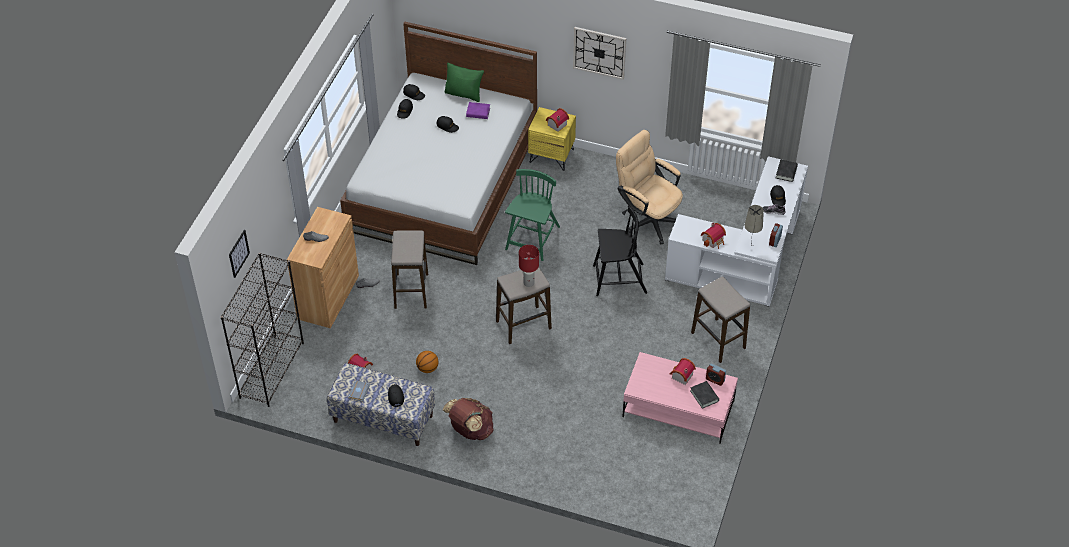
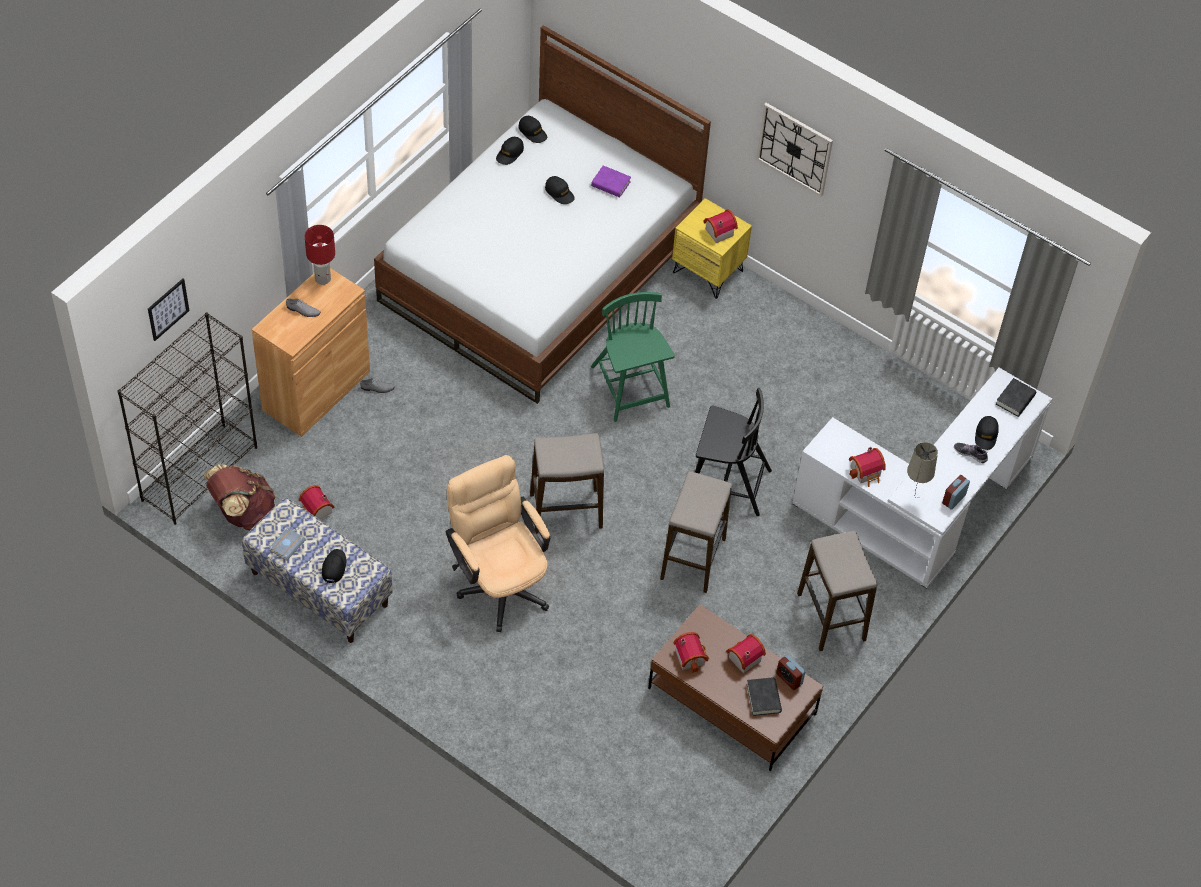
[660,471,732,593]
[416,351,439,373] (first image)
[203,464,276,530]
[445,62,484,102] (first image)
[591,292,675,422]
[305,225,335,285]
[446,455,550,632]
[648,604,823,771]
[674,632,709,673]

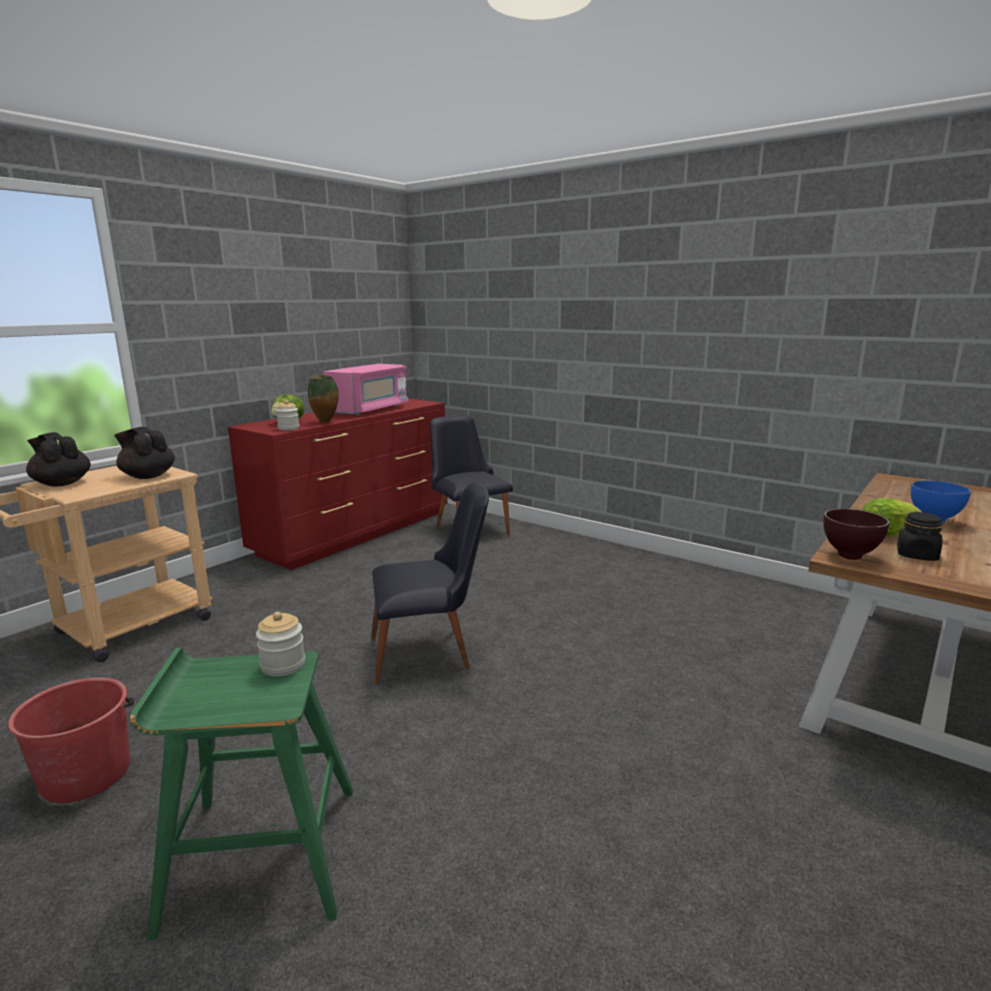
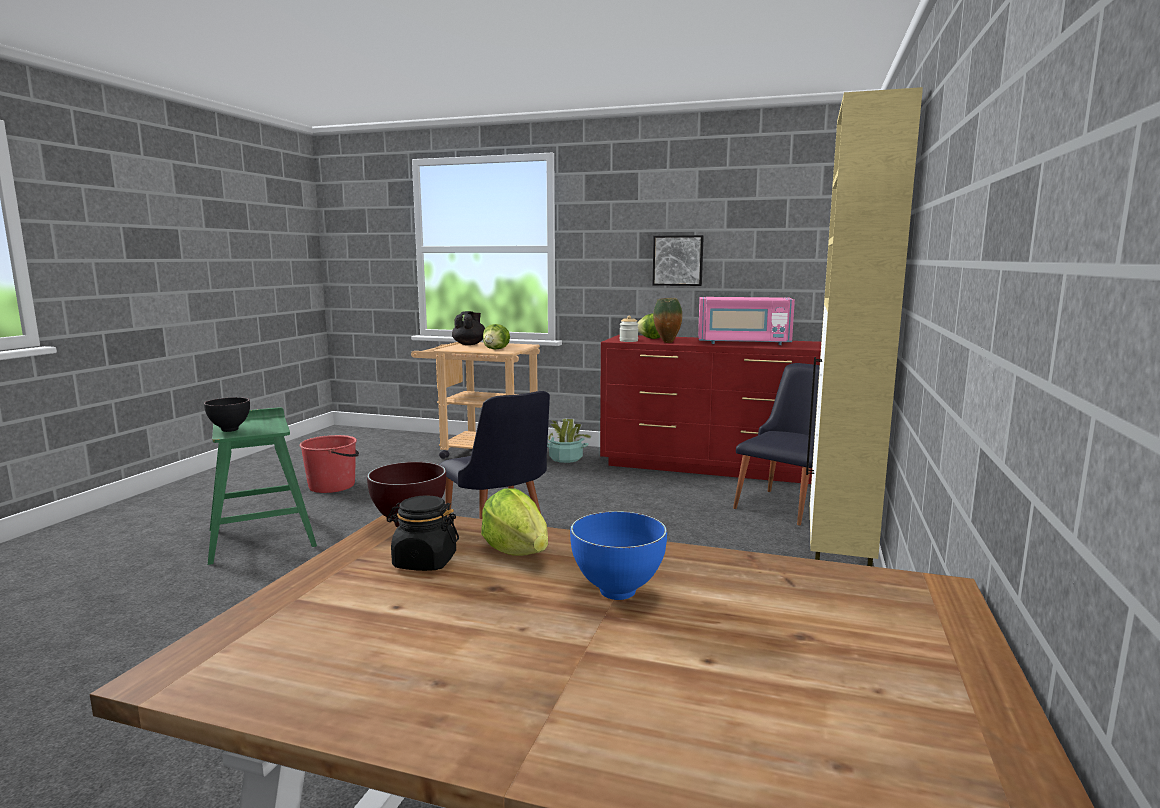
[483,324,510,349]
[256,612,305,677] (first image)
[204,397,250,432]
[547,418,592,463]
[653,235,704,286]
[806,87,923,566]

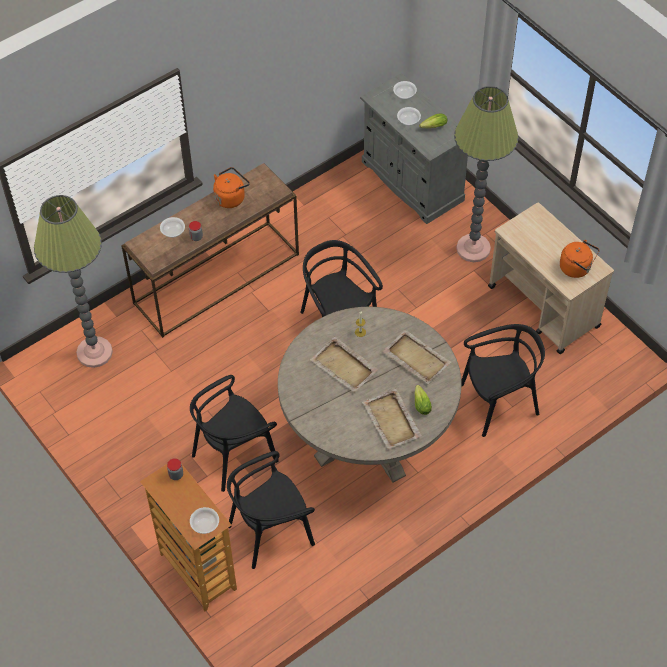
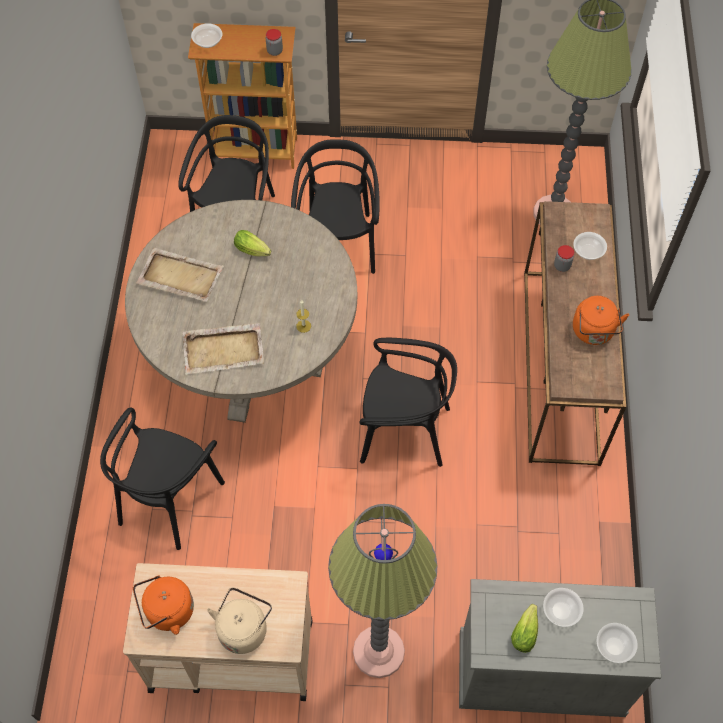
[310,337,379,392] (first image)
[234,230,271,256]
[207,588,272,654]

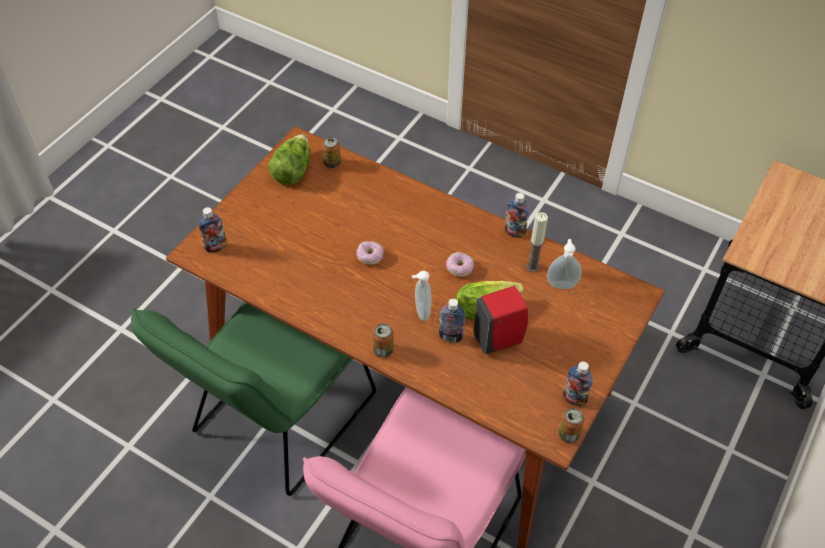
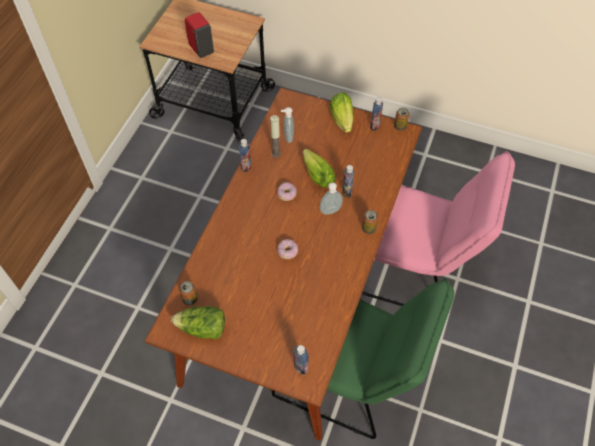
[185,12,214,58]
[330,92,353,133]

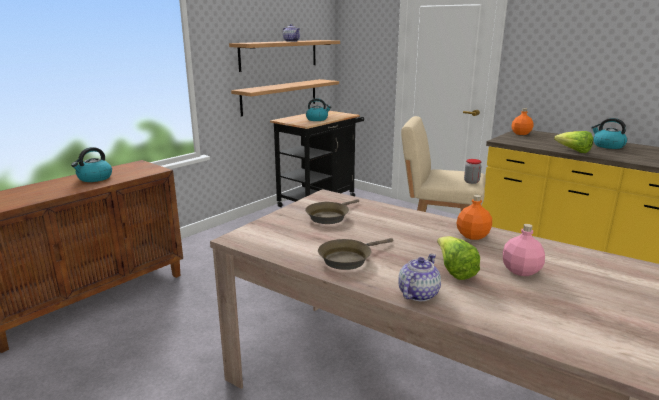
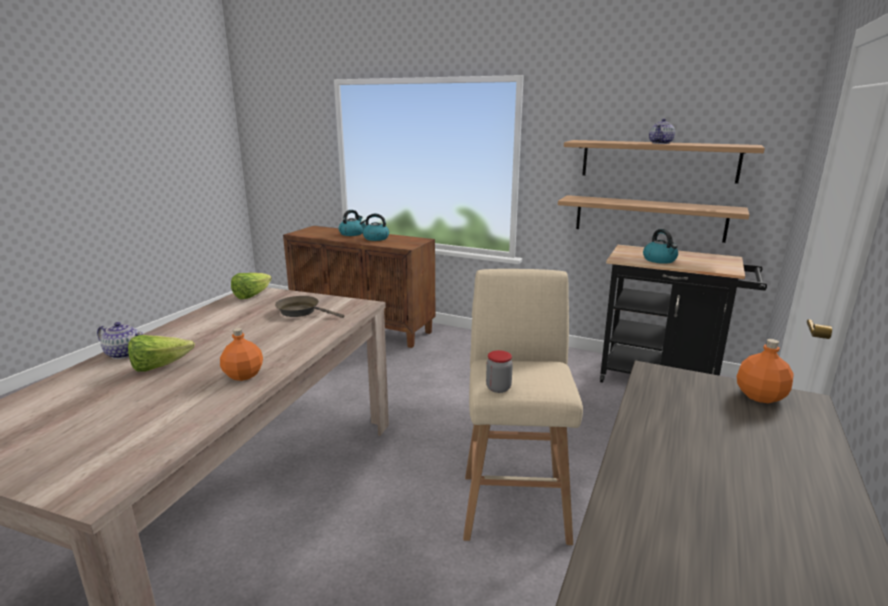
[318,238,393,270] (first image)
[503,224,545,276] (first image)
[231,273,272,299]
[339,210,364,236]

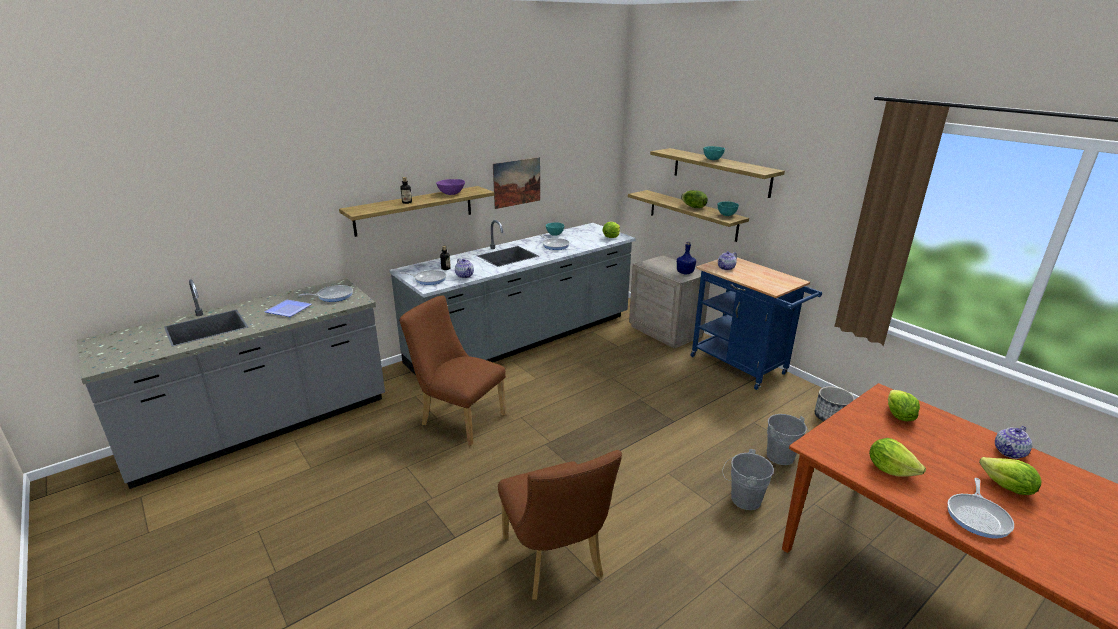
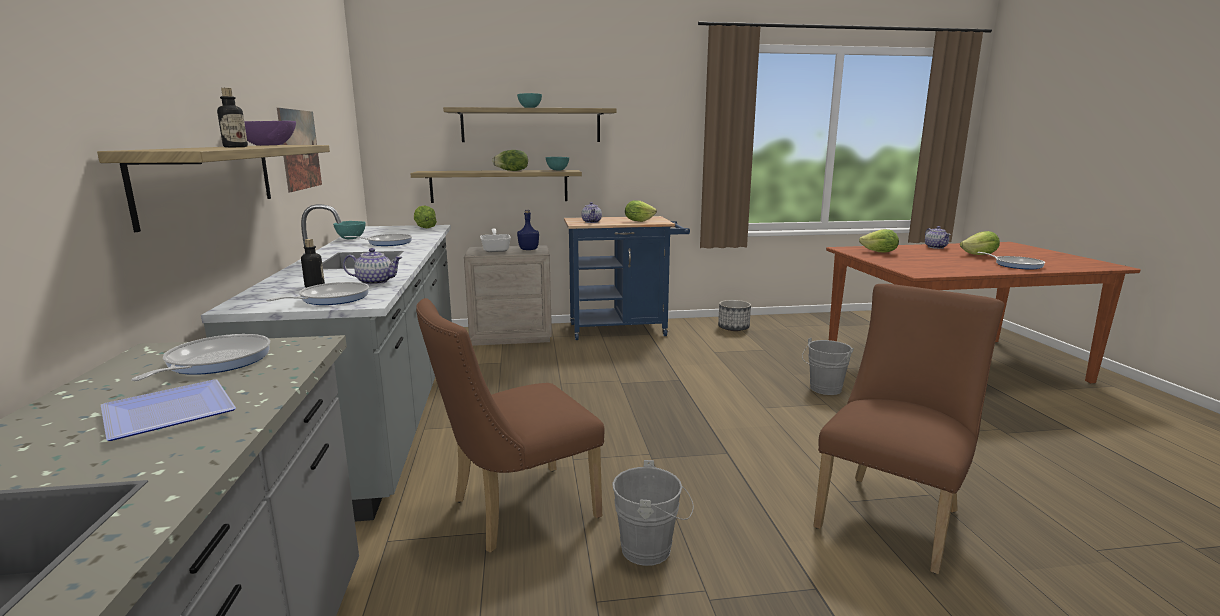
[814,284,1004,574]
[612,460,694,566]
[625,200,657,222]
[480,229,511,252]

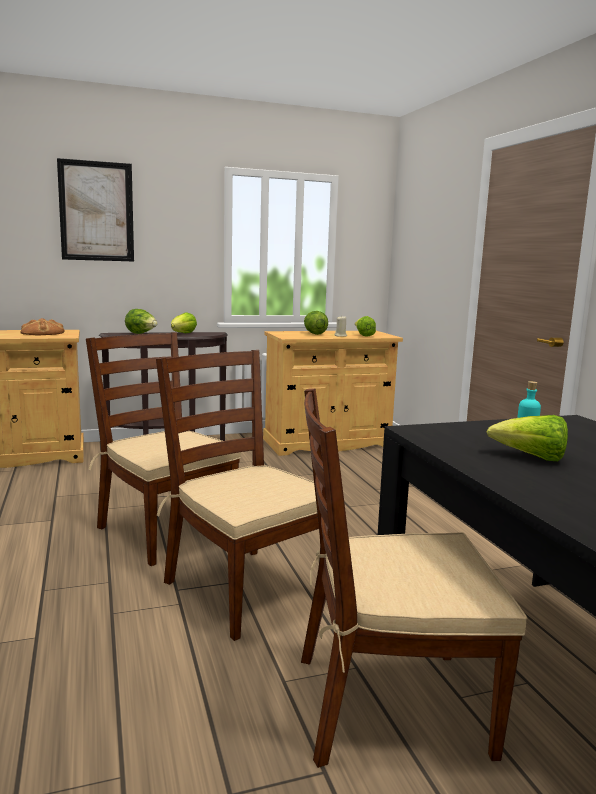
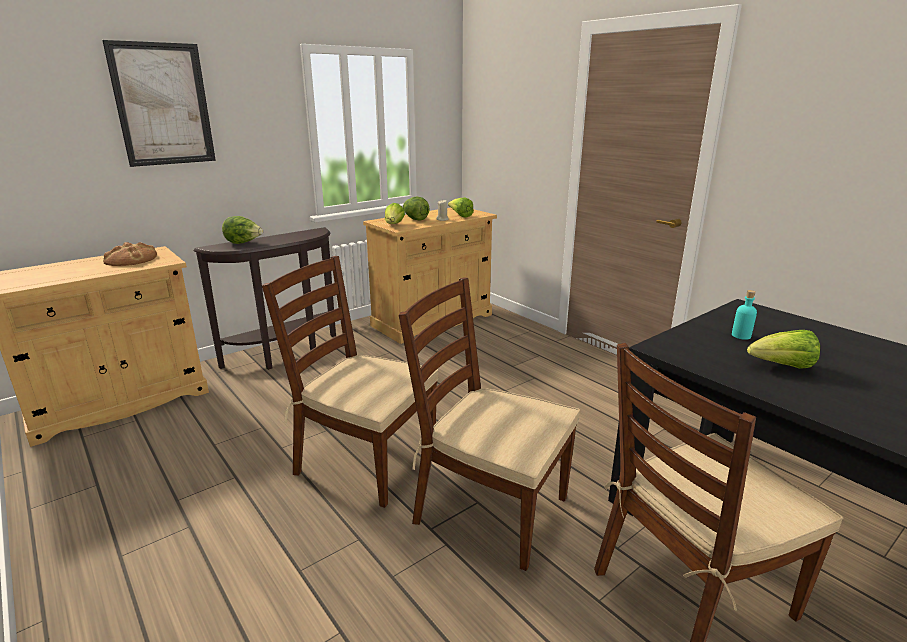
[385,203,405,224]

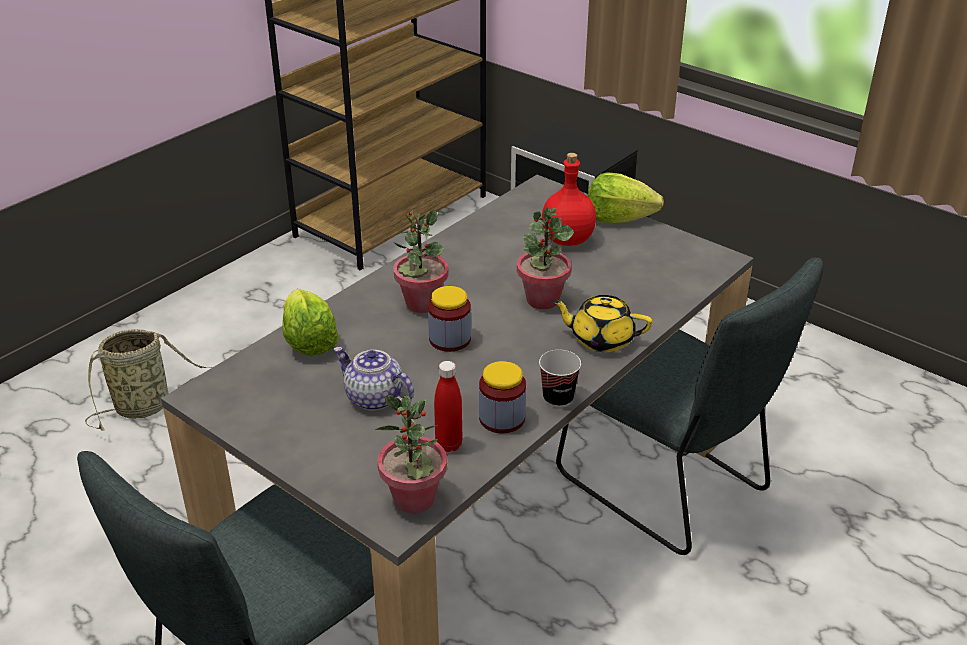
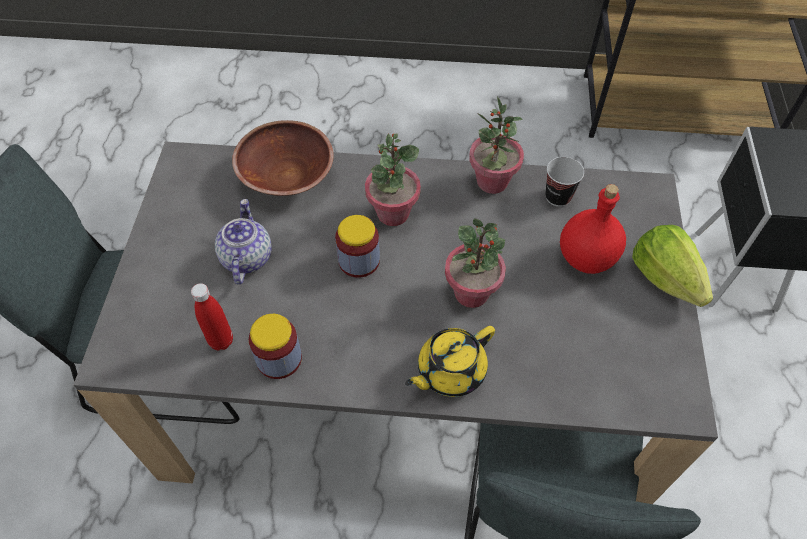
[85,329,213,431] (first image)
[232,120,334,196]
[469,96,524,194]
[545,157,584,207]
[405,326,495,397]

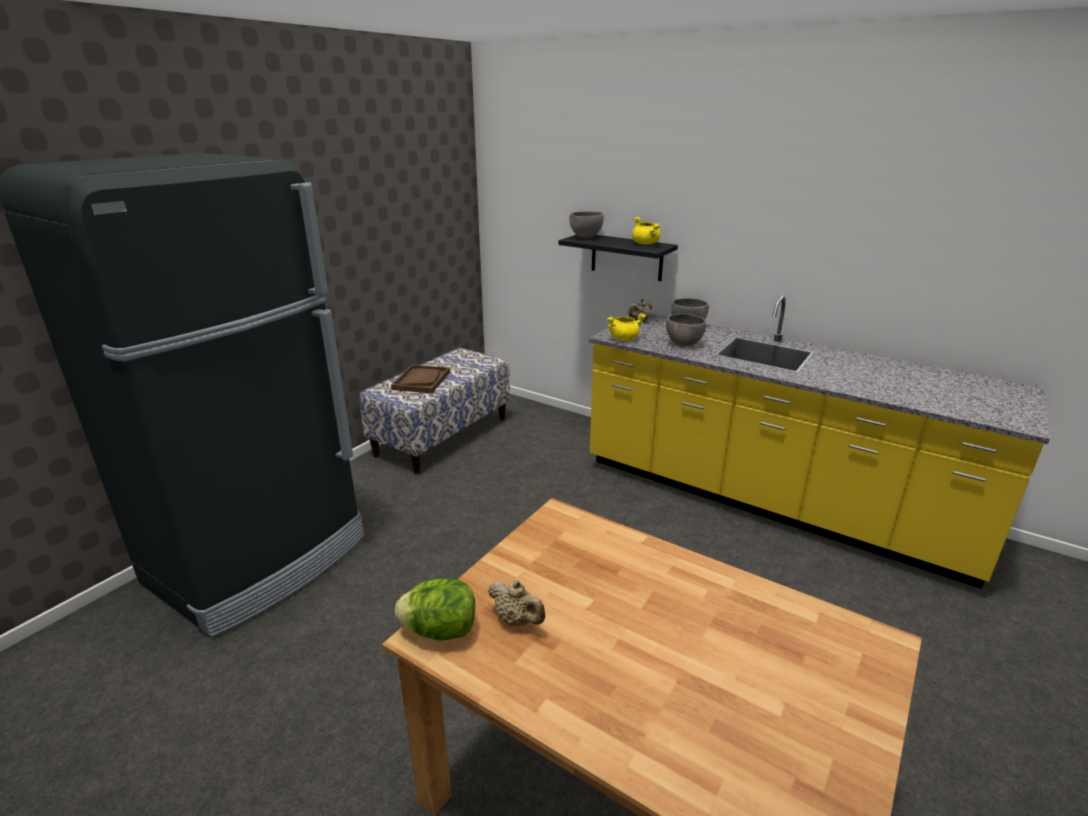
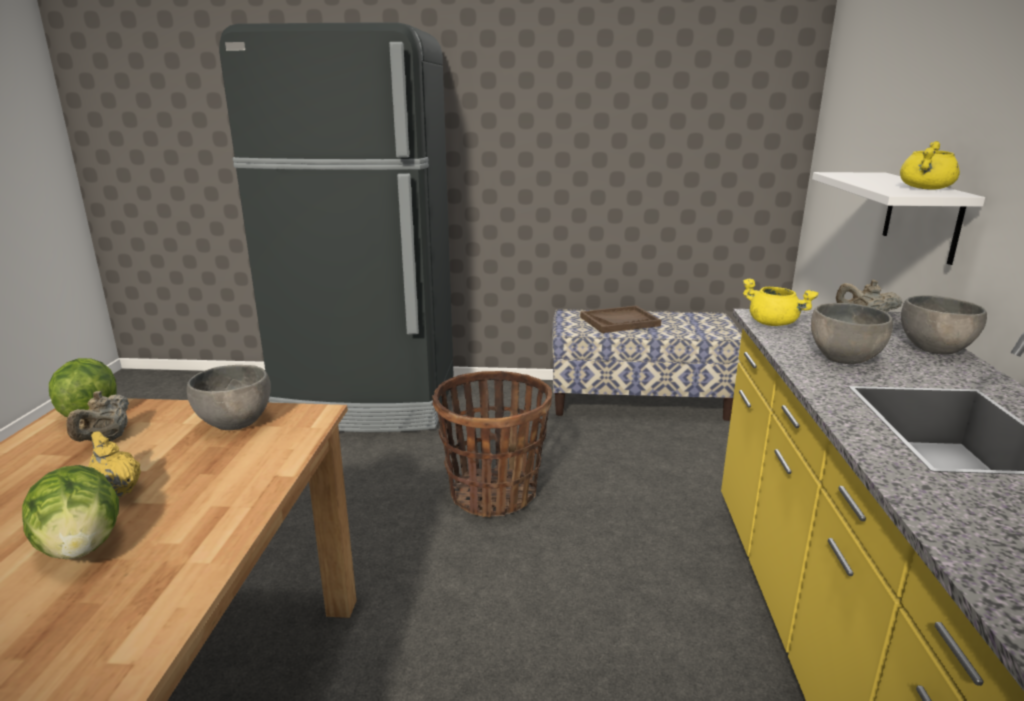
[812,172,985,265]
[187,365,271,430]
[22,465,119,559]
[88,432,141,497]
[432,371,552,518]

